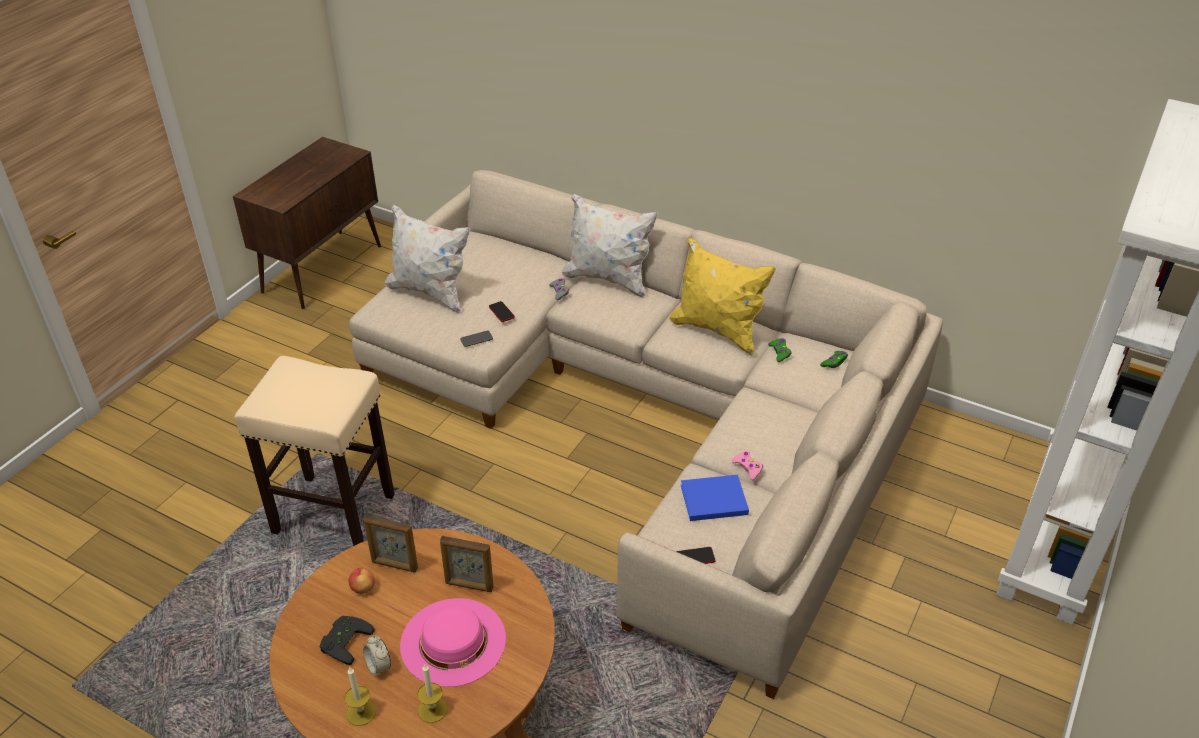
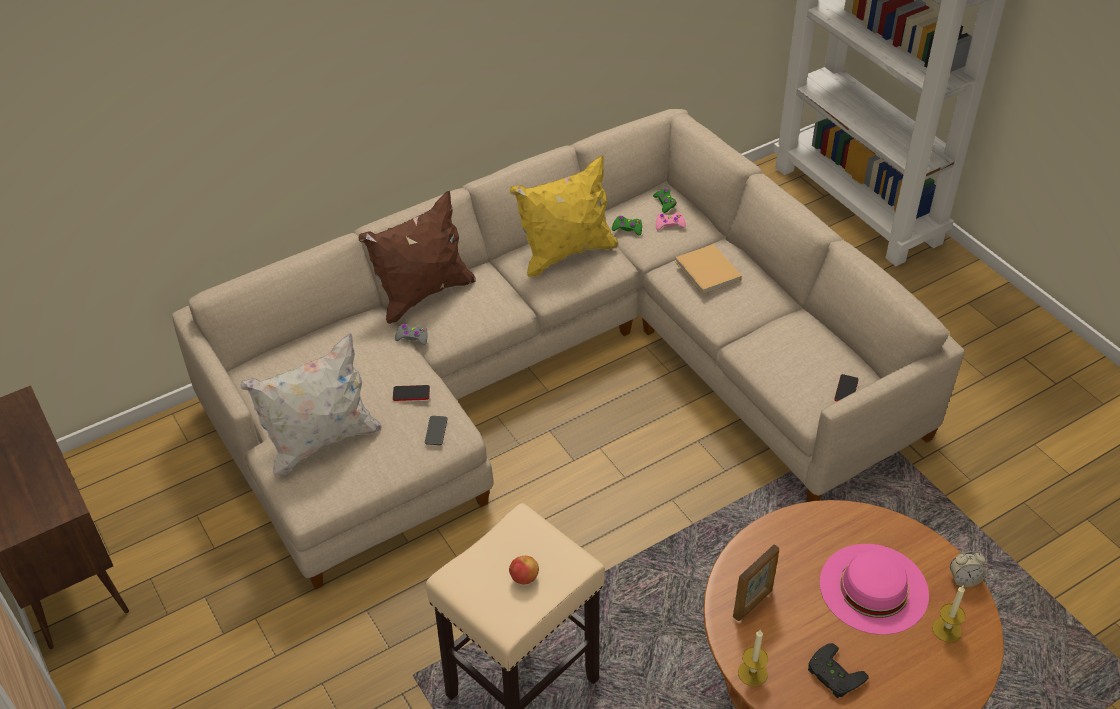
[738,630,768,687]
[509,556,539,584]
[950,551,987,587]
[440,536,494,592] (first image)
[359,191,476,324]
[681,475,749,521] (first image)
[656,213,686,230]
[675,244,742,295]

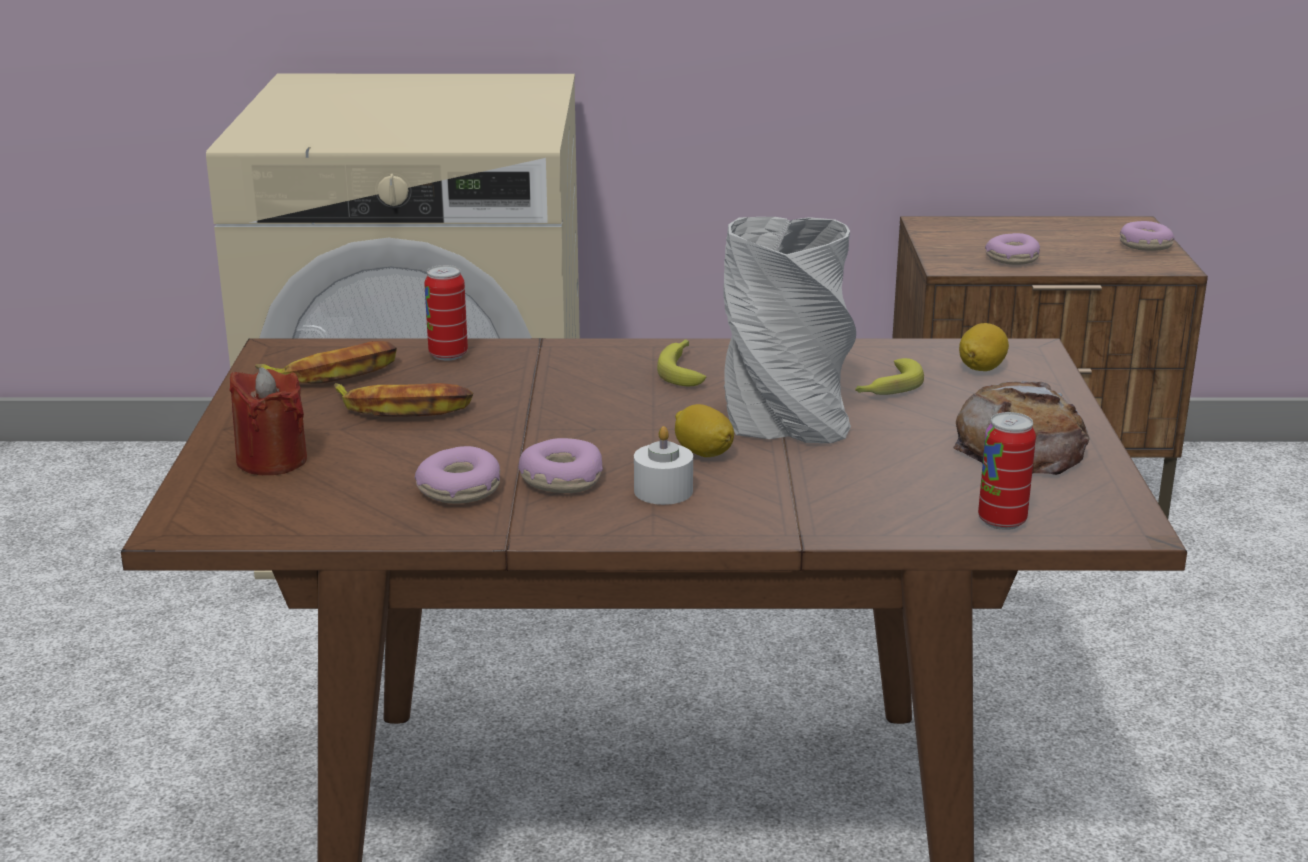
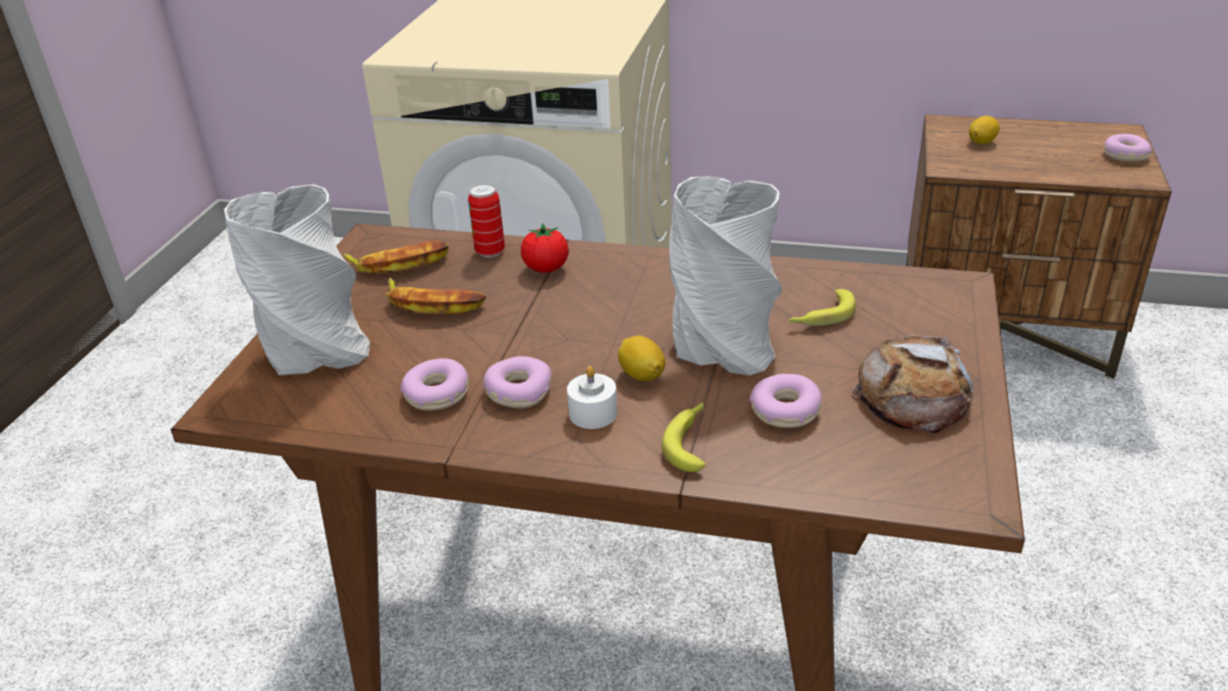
[224,184,370,376]
[662,402,706,472]
[969,116,1000,144]
[978,412,1036,530] (first image)
[750,374,822,428]
[521,223,569,273]

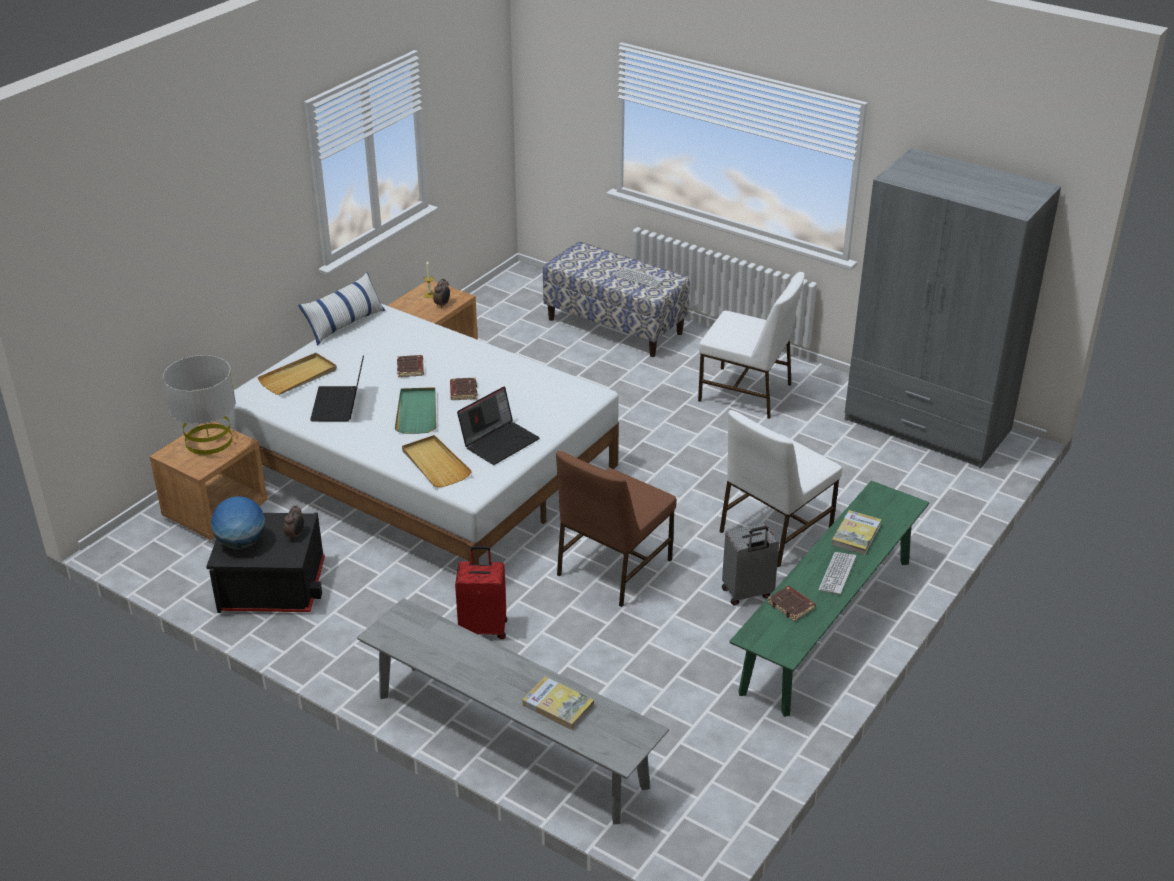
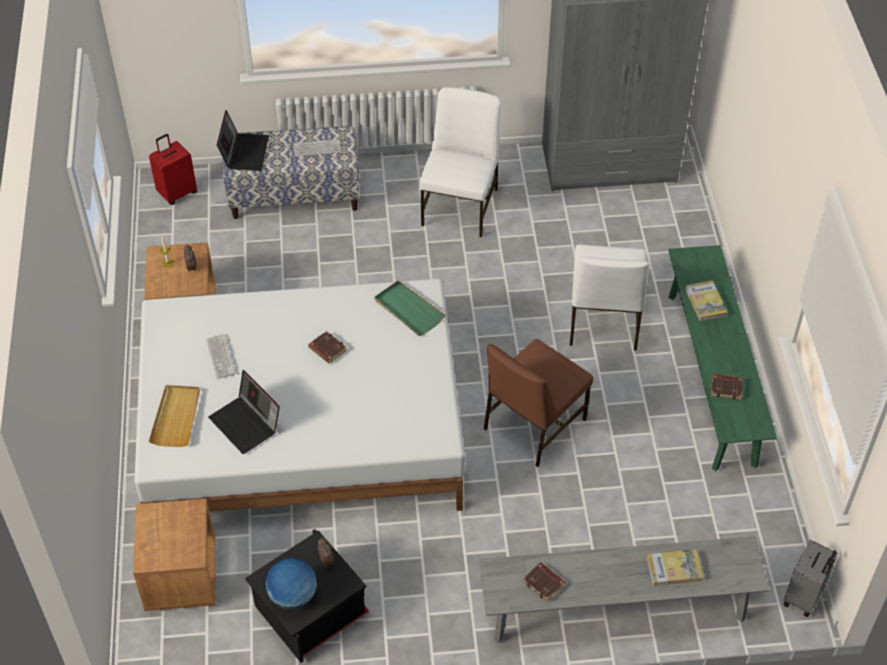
[163,355,236,455] (first image)
[298,272,385,346] (first image)
[374,281,445,336]
[522,562,566,602]
[402,435,472,487] (first image)
[149,134,197,205]
[217,110,269,171]
[484,339,593,467]
[419,87,500,237]
[783,540,838,617]
[206,334,235,379]

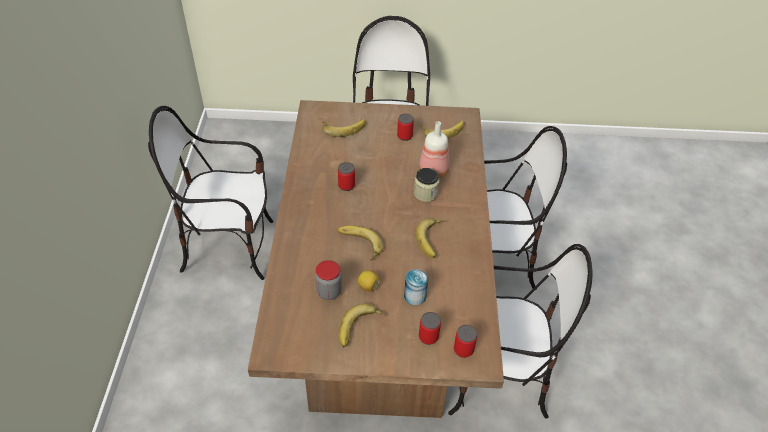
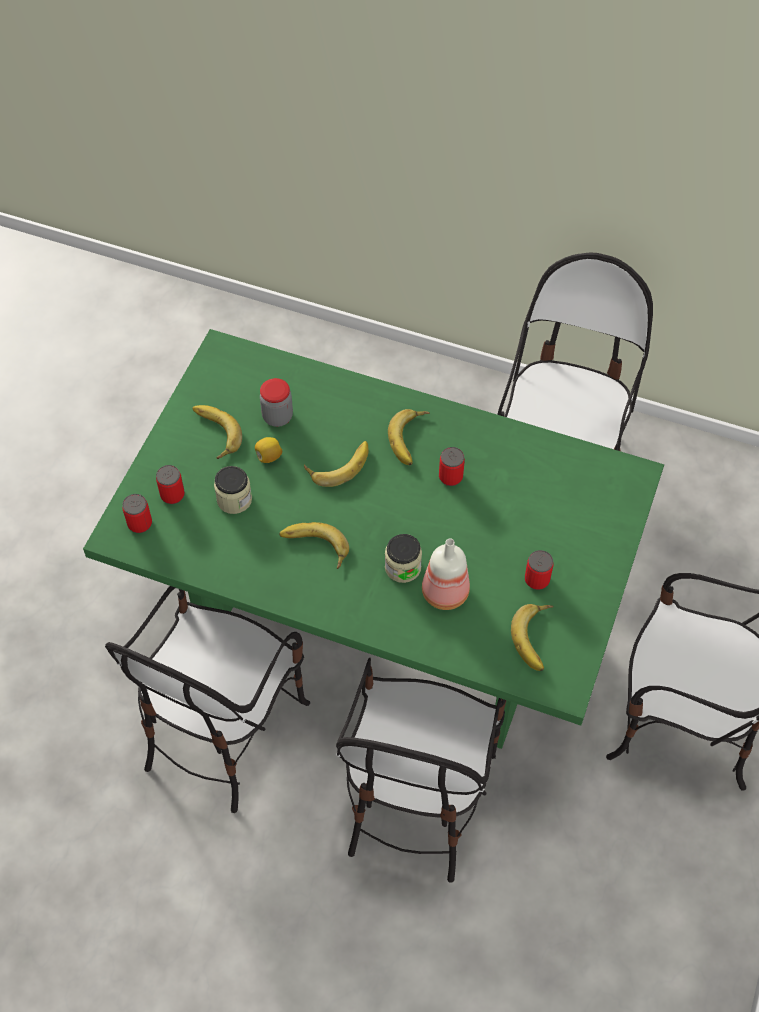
[83,329,664,749]
[388,409,430,465]
[214,466,252,514]

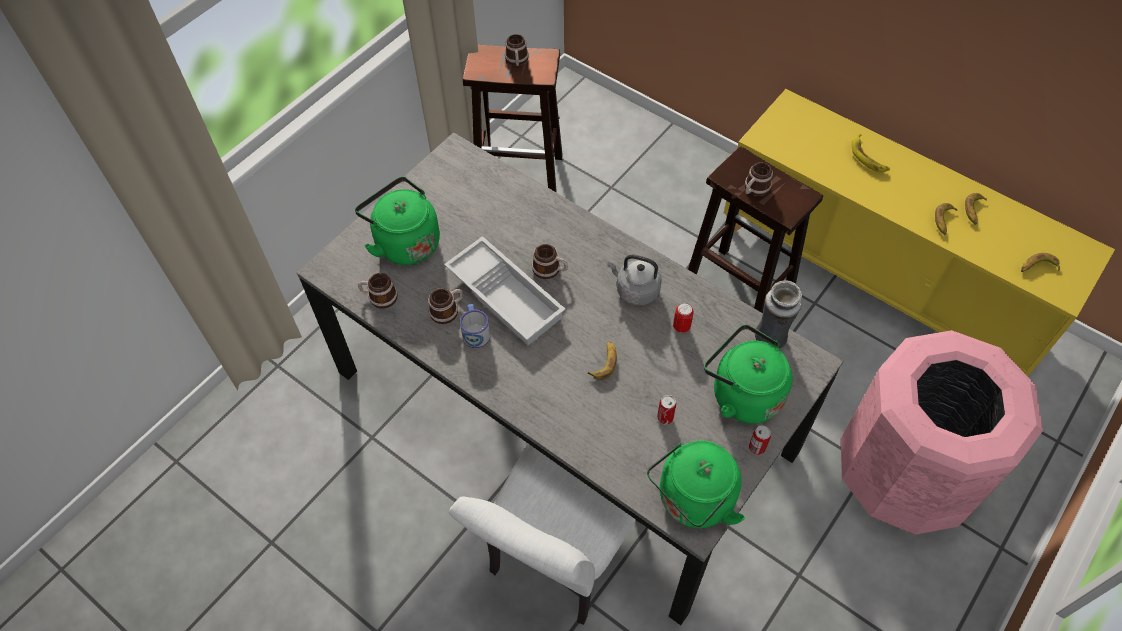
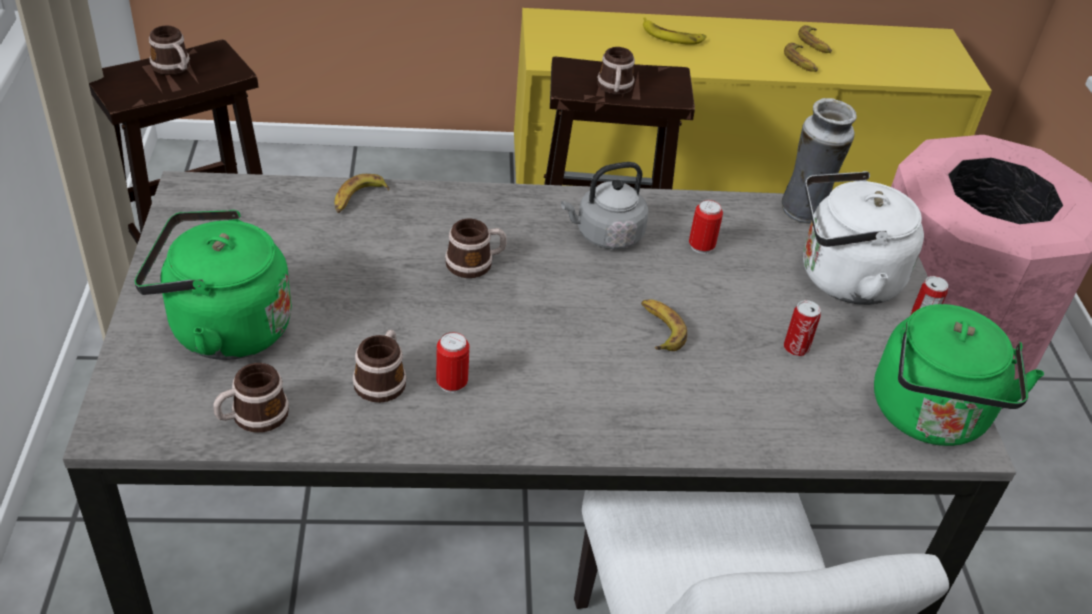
[444,236,566,345] (first image)
[436,332,469,393]
[803,171,924,305]
[334,174,390,213]

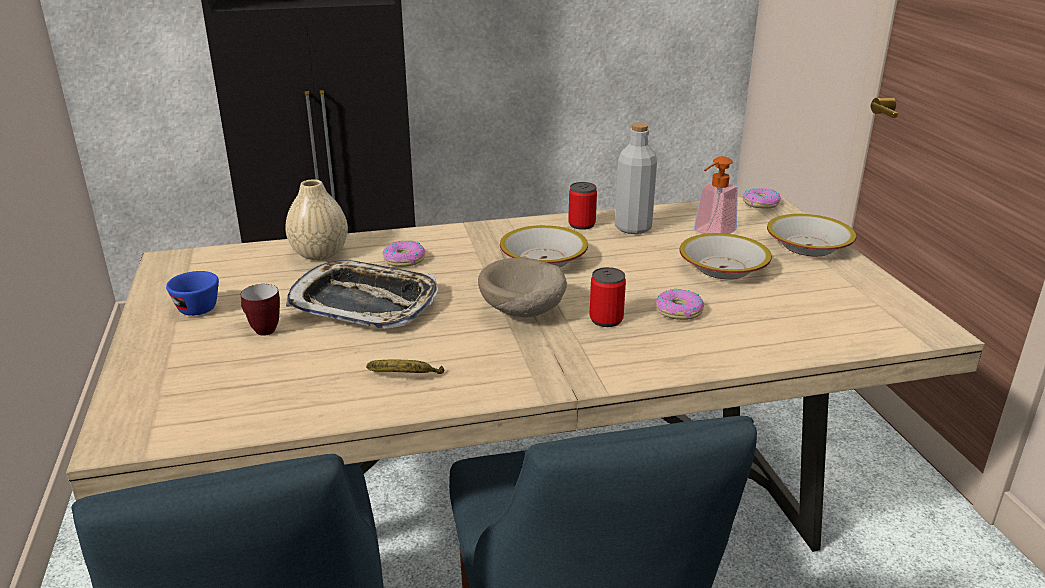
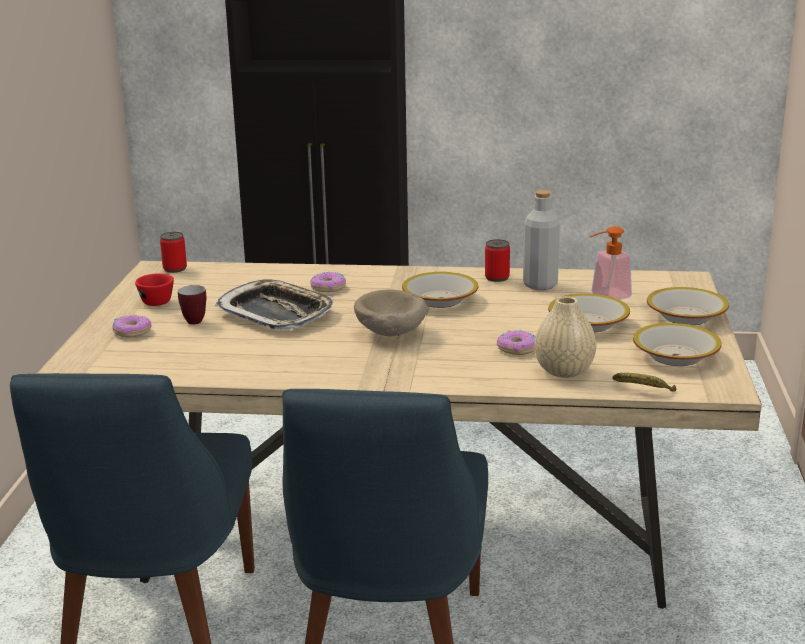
[135,273,174,306]
[534,296,596,378]
[612,373,677,392]
[160,232,187,273]
[112,315,151,338]
[633,323,722,366]

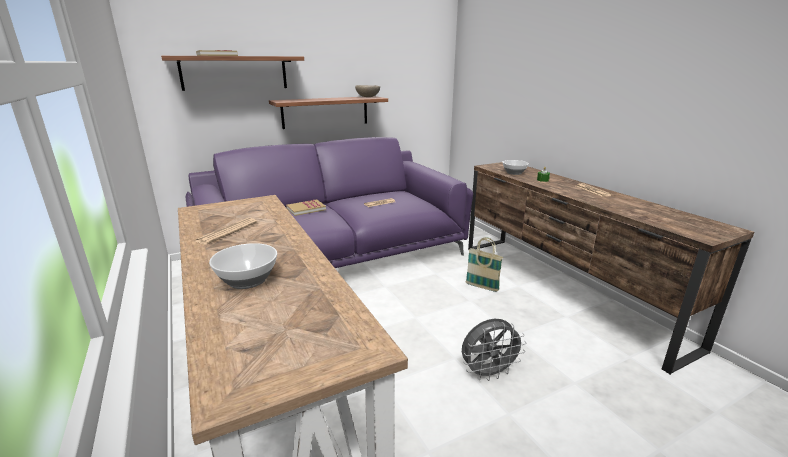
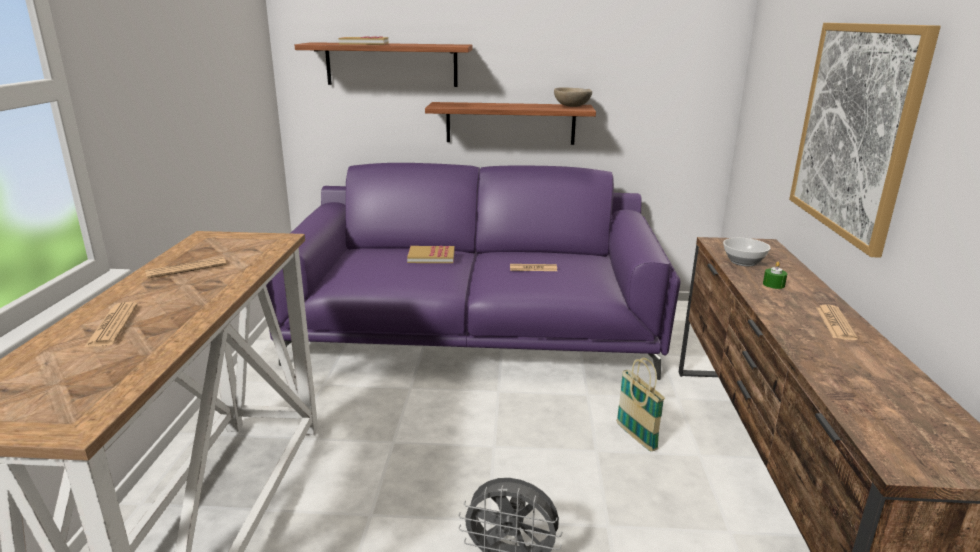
[84,302,138,347]
[789,23,941,258]

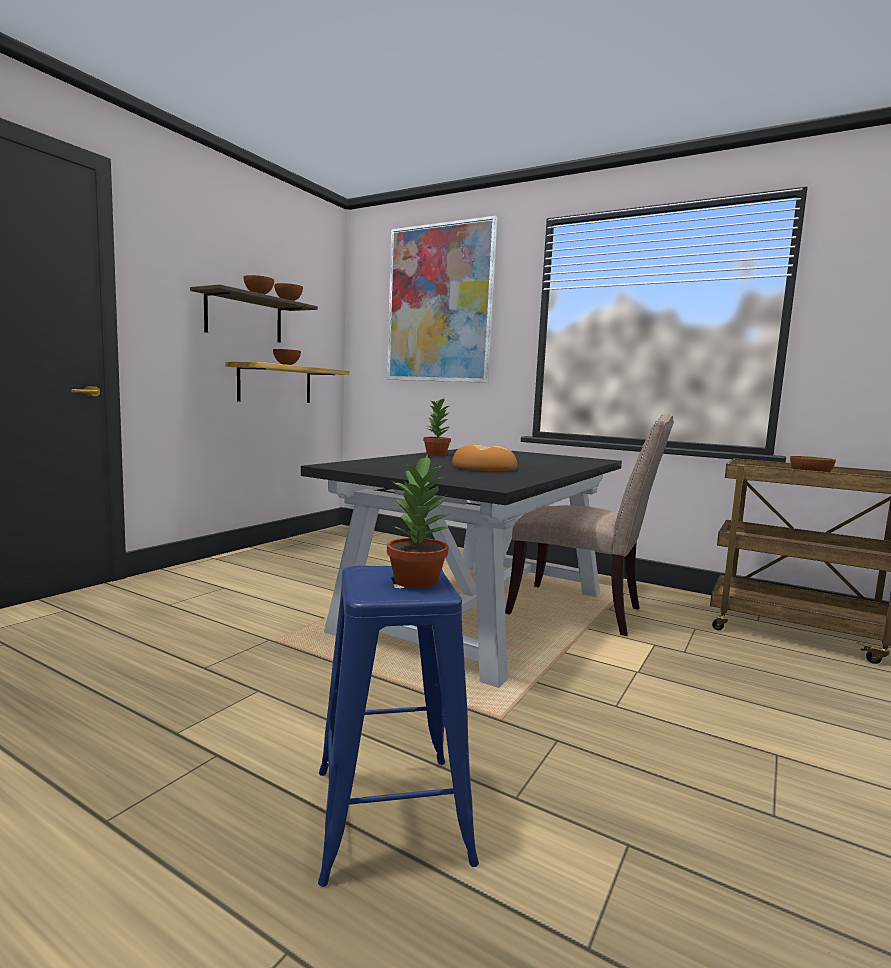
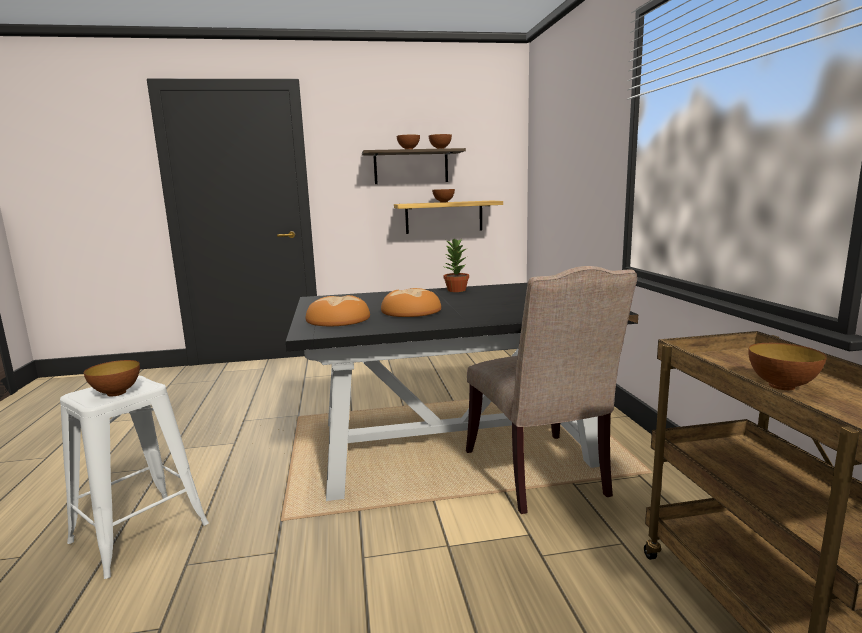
[60,376,209,579]
[387,216,497,383] (first image)
[84,360,140,396]
[306,295,370,326]

